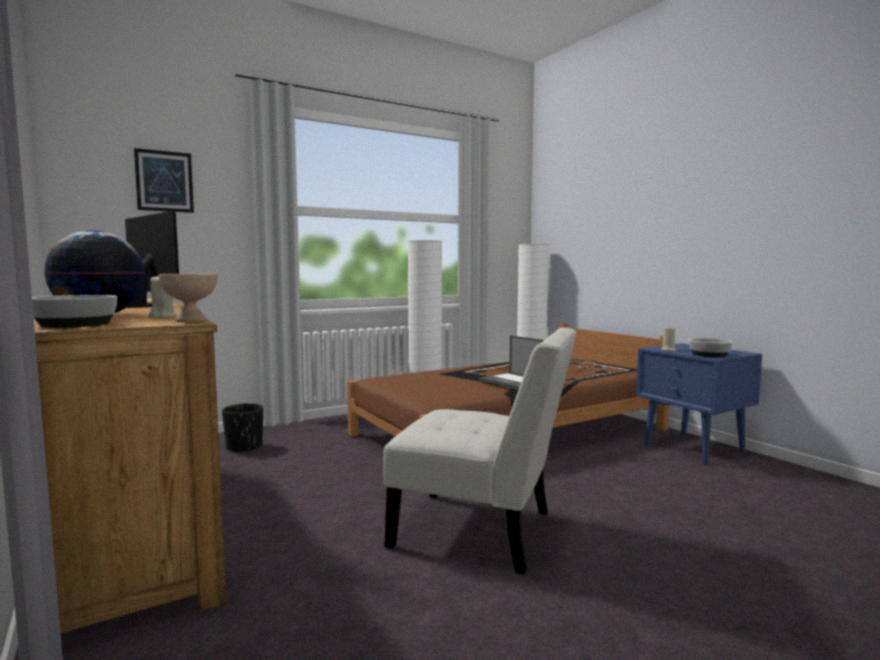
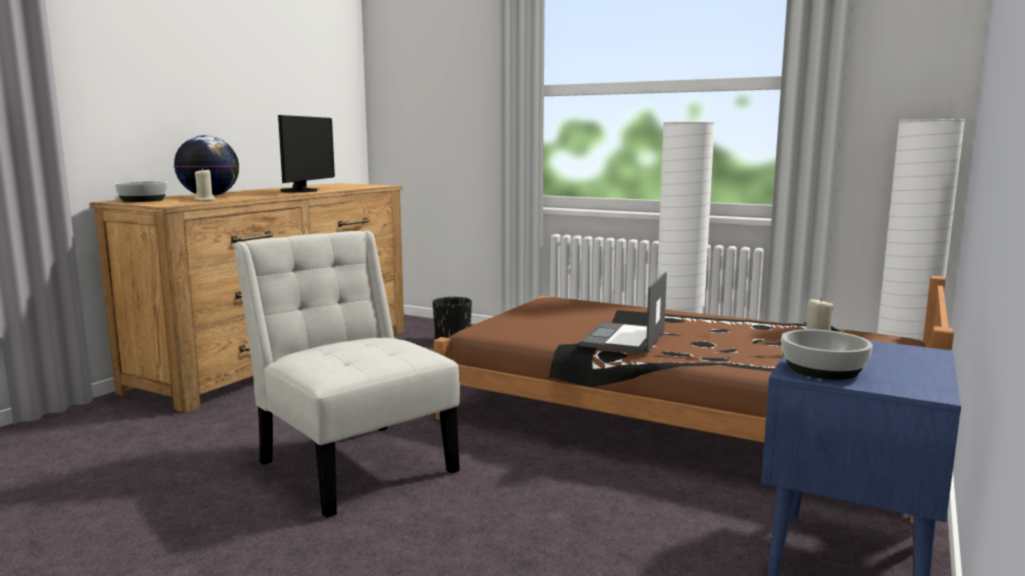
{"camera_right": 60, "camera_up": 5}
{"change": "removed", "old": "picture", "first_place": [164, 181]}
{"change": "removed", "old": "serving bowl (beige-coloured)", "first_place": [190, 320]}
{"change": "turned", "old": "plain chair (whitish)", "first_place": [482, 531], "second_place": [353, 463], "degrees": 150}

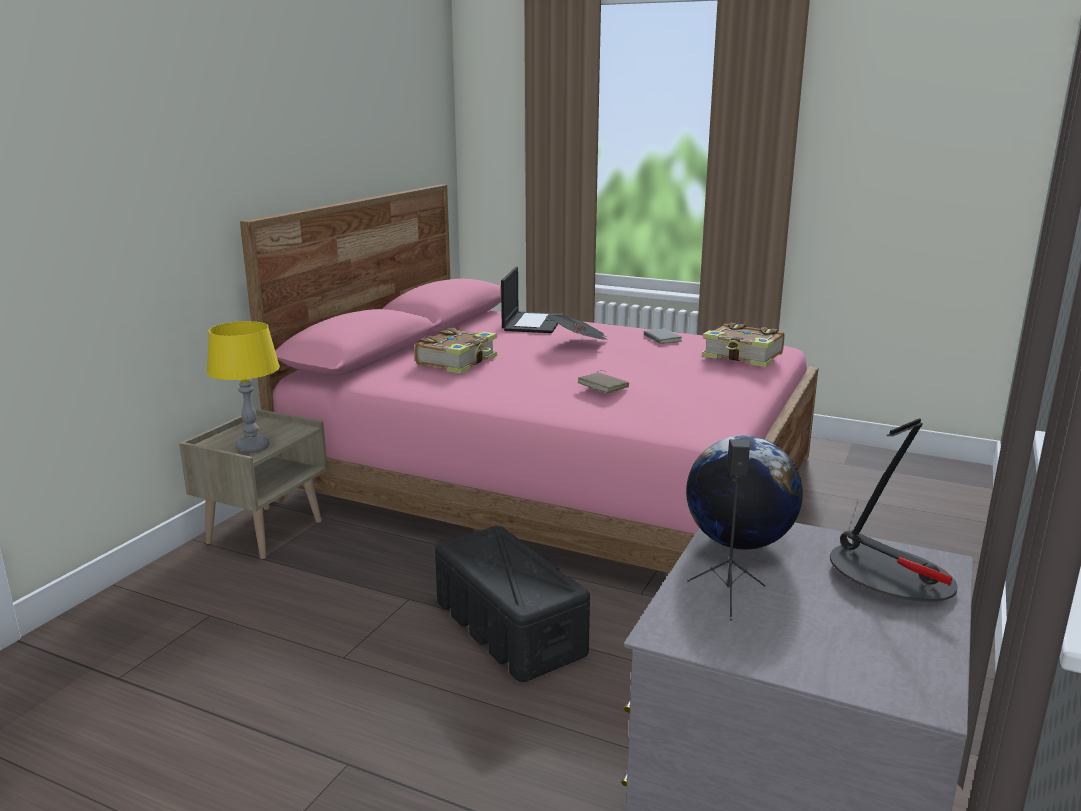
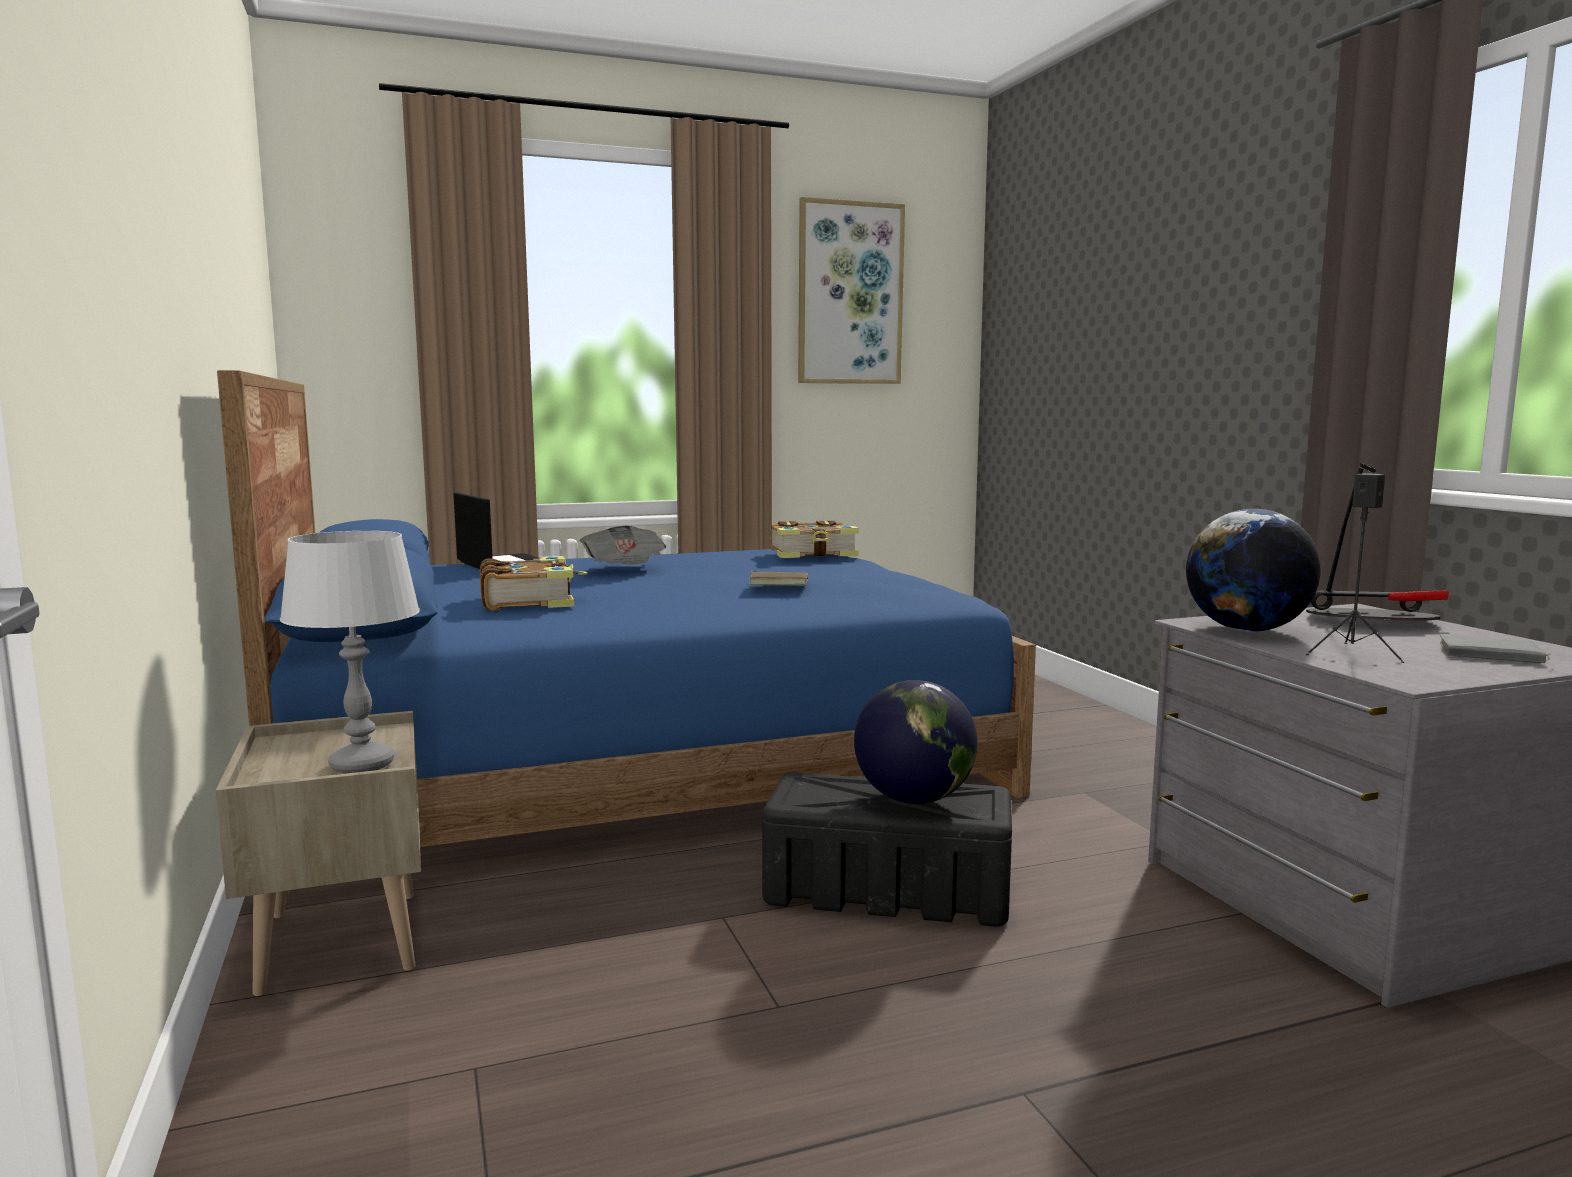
{"camera_right": -45, "camera_up": -10}
{"change": "added", "new": "picture", "second_place": [849, 294]}
{"change": "added", "new": "globe", "second_place": [914, 799]}
{"change": "moved", "old": "bound book (grey)", "first_place": [661, 339], "second_place": [1490, 655]}
{"change": "recoloured", "old": "lamp for a table (yellow-coloured)", "new": "lamp for a table (grey)", "first_place": [252, 447], "second_place": [361, 765]}
{"change": "recoloured", "old": "bedroom bed (pinkish)", "new": "bedroom bed (blue-coloured)", "first_place": [553, 477], "second_place": [633, 755]}

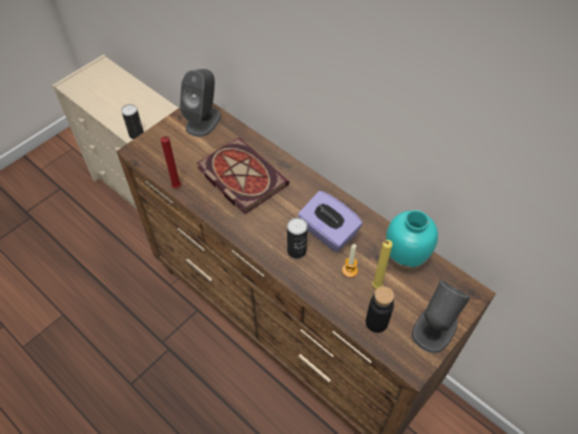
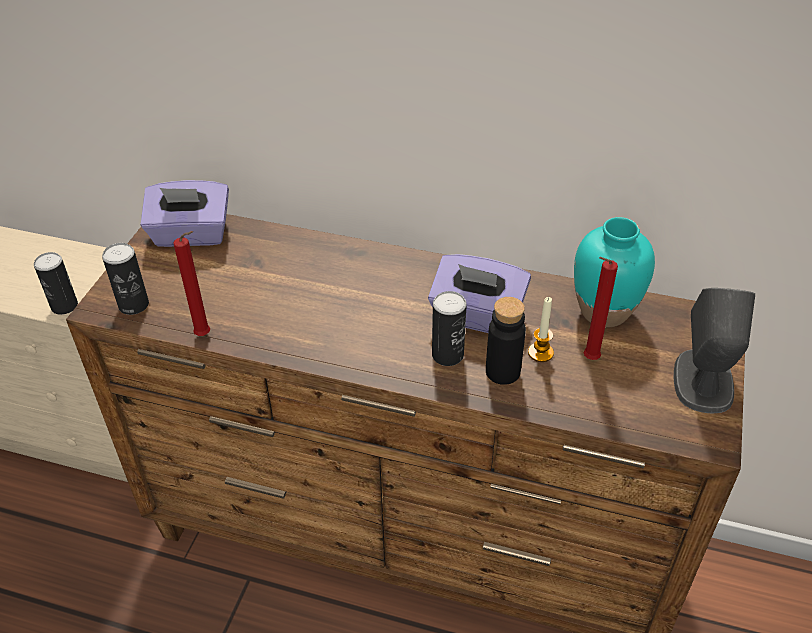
{"camera_right": -25, "camera_up": -10}
{"change": "removed", "old": "bound book", "first_place": [239, 176]}
{"change": "added", "new": "sealed can", "second_place": [133, 305]}
{"change": "moved", "old": "beverage bottle (black)", "first_place": [376, 322], "second_place": [502, 371]}
{"change": "replaced", "old": "audio speaker (grey)", "new": "tissue box (purple)", "first_place": [203, 121], "second_place": [191, 235]}
{"change": "recoloured", "old": "wax candle (yellow-coloured)", "new": "wax candle (red)", "first_place": [375, 286], "second_place": [588, 359]}

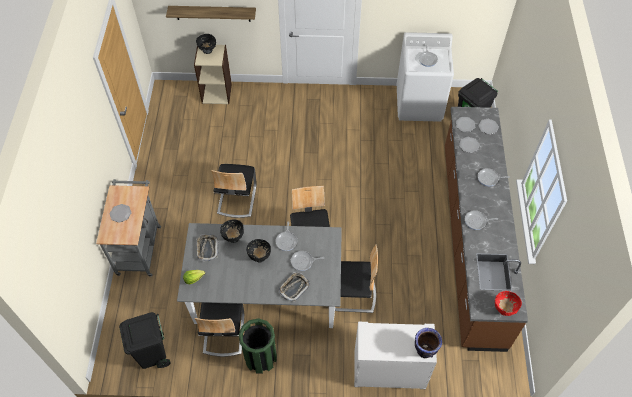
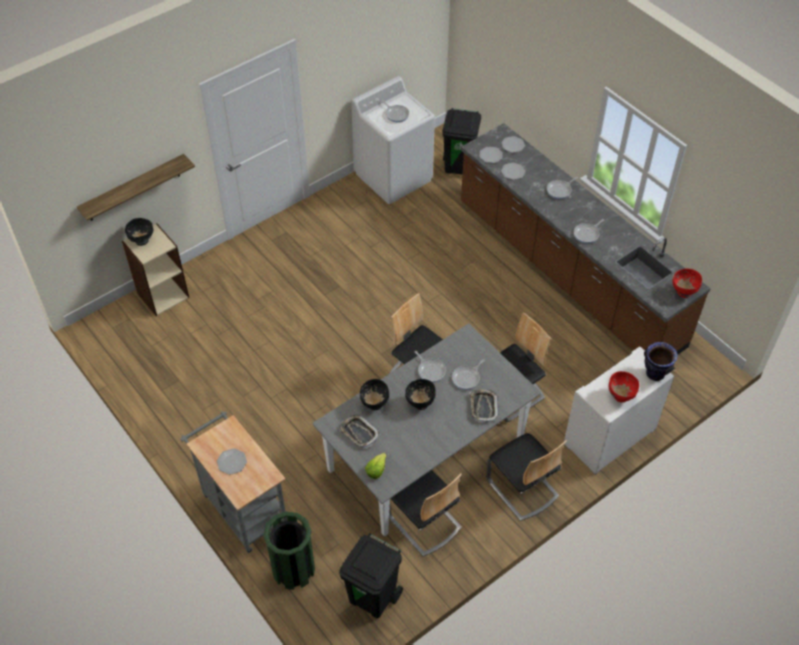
{"camera_right": -40, "camera_up": -5}
{"change": "added", "new": "serving bowl (red)", "second_place": [620, 396]}
{"change": "moved", "old": "plain chair", "first_place": [236, 199], "second_place": [522, 488]}
{"change": "moved", "old": "waste bin (greenish)", "first_place": [260, 358], "second_place": [293, 569]}

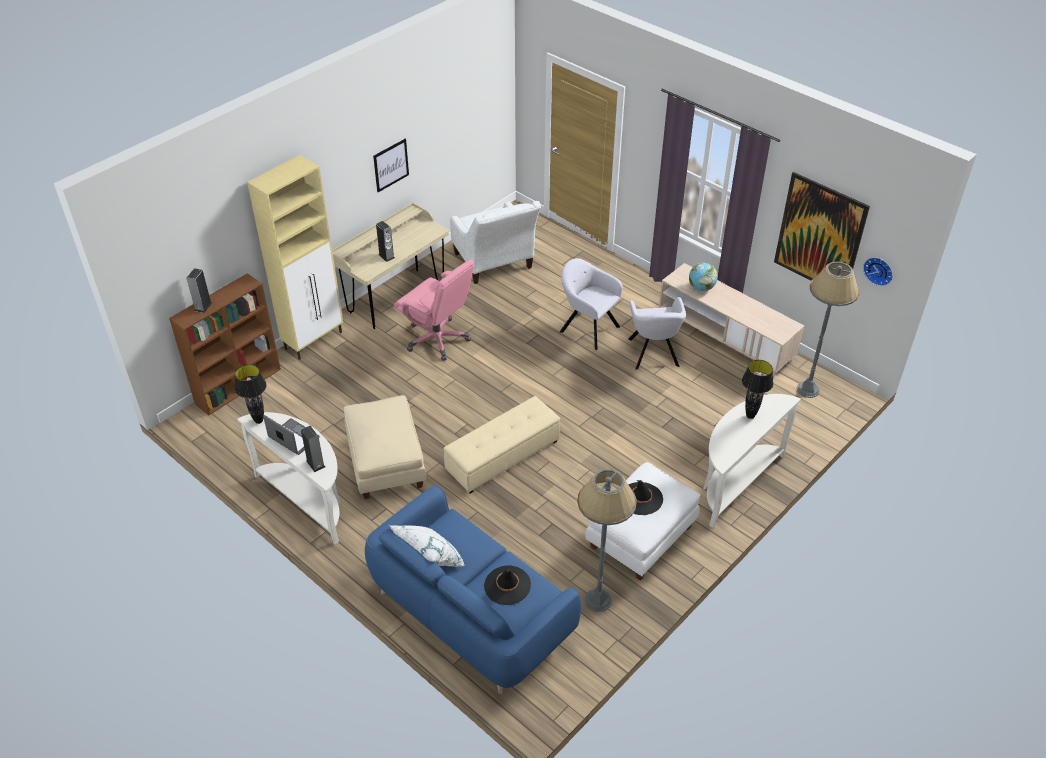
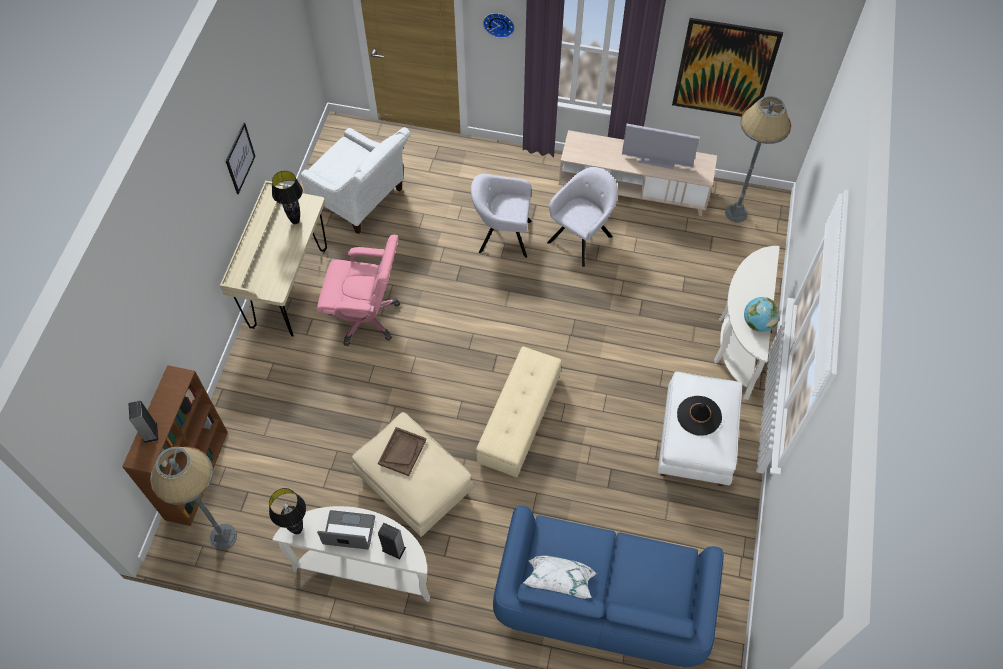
{"camera_right": -30, "camera_up": 15}
{"change": "removed", "old": "cupboard (beige-coloured)", "first_place": [314, 340]}
{"change": "removed", "old": "audio speaker", "first_place": [386, 256]}
{"change": "removed", "old": "clothing hat (black)", "first_place": [507, 585]}
{"change": "added", "new": "carrying tray (brown-coloured)", "second_place": [402, 452]}
{"change": "added", "new": "TV set", "second_place": [656, 161]}
{"change": "moved", "old": "standard lamp (grey)", "first_place": [598, 600], "second_place": [223, 536]}
{"change": "moved", "old": "globe", "first_place": [701, 288], "second_place": [757, 323]}
{"change": "moved", "old": "lamp for a table (black)", "first_place": [750, 416], "second_place": [295, 221]}
{"change": "moved", "old": "clock on the wall", "first_place": [879, 270], "second_place": [499, 23]}
{"change": "turned", "old": "armchair (grey)", "first_place": [653, 354], "second_place": [581, 237], "degrees": -105}

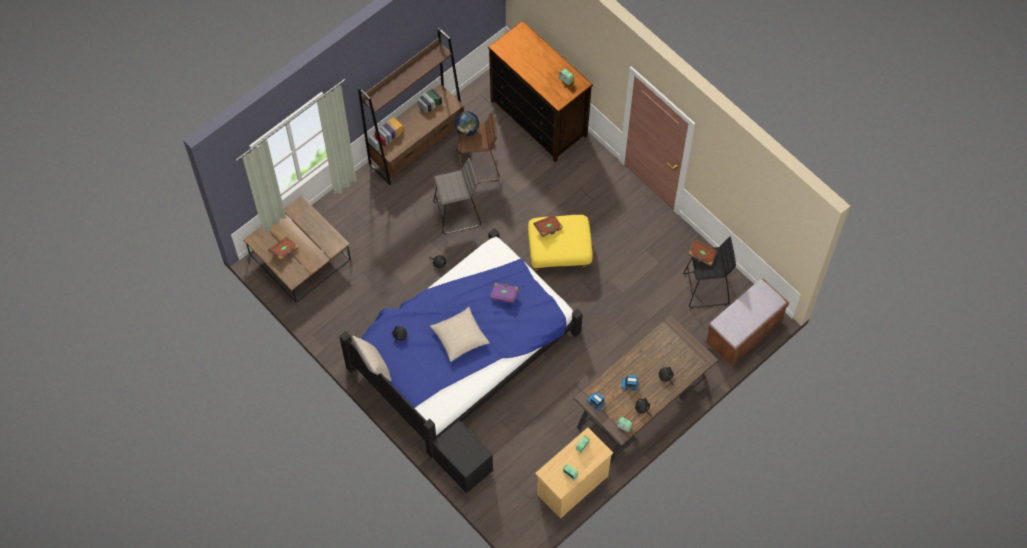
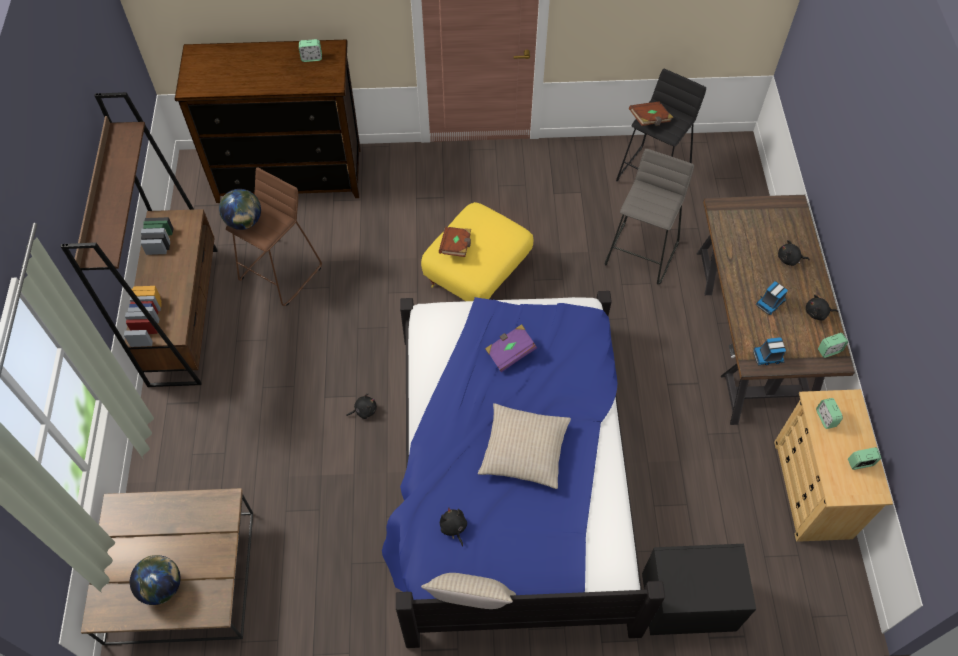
{"camera_right": -50, "camera_up": -5}
{"change": "removed", "old": "bench (brown-coloured)", "first_place": [743, 332]}
{"change": "moved", "old": "stool seat (grey)", "first_place": [457, 214], "second_place": [641, 254]}
{"change": "replaced", "old": "bound book (brown-coloured)", "new": "globe", "first_place": [284, 251], "second_place": [162, 587]}

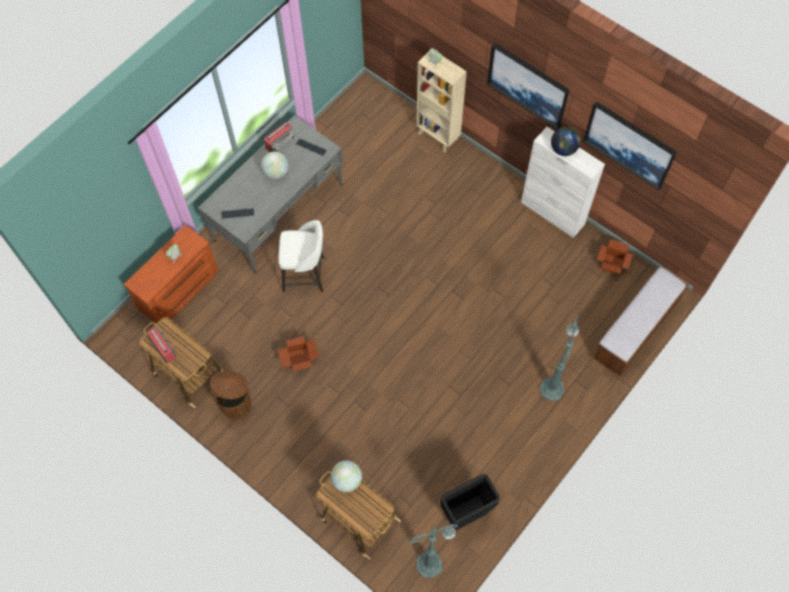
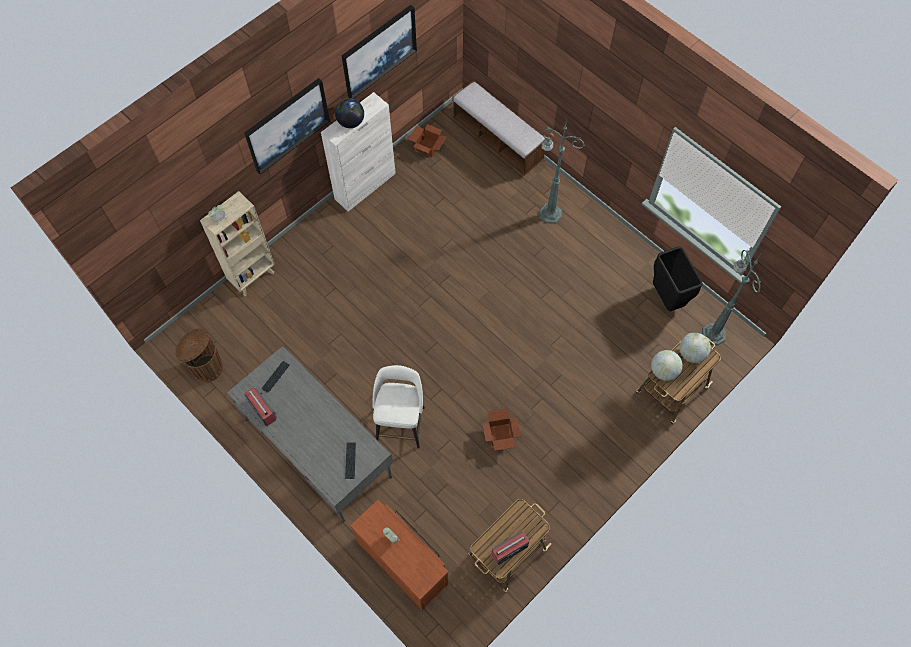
{"camera_right": -85, "camera_up": 0}
{"change": "moved", "old": "waste bin (brown-coloured)", "first_place": [237, 405], "second_place": [206, 367]}
{"change": "moved", "old": "globe", "first_place": [276, 172], "second_place": [691, 353]}

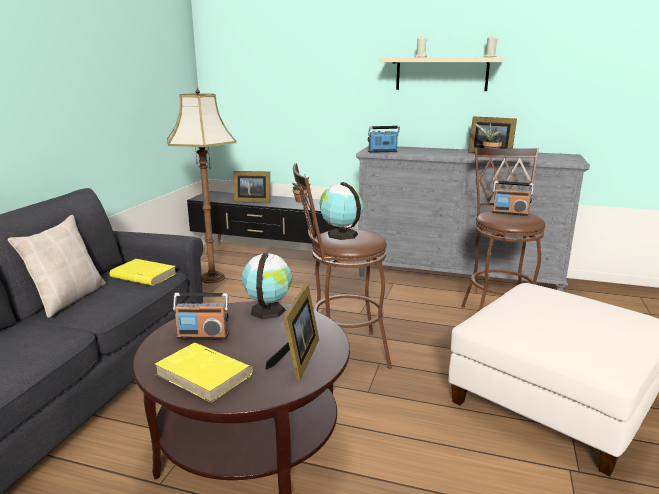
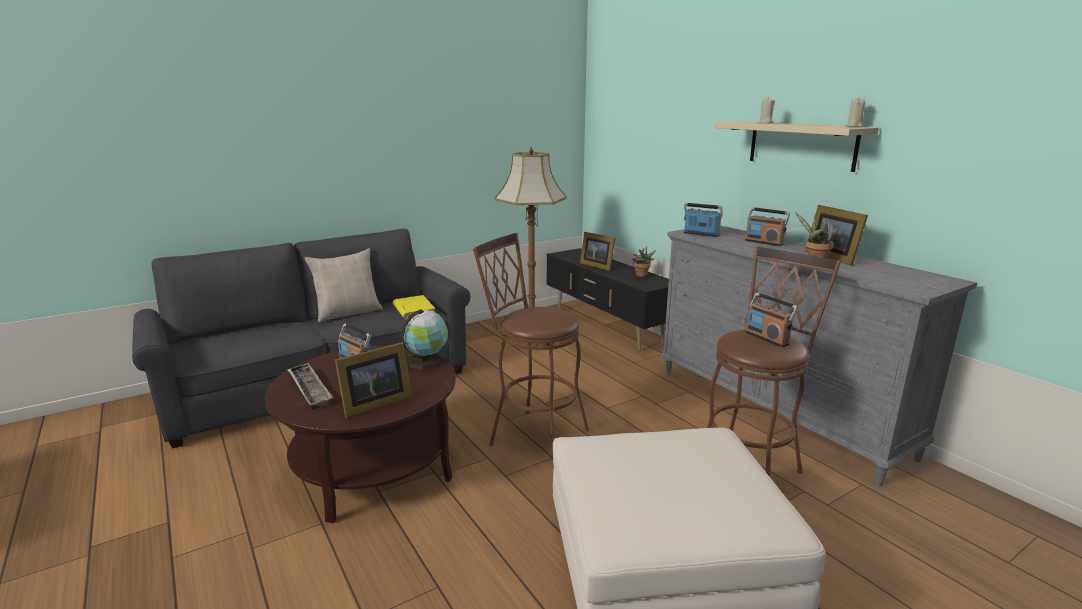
{"camera_right": 40, "camera_up": 0}
{"change": "removed", "old": "globe", "first_place": [340, 234]}
{"change": "added", "new": "radio receiver", "second_place": [764, 242]}
{"change": "replaced", "old": "bound book (yellow-coloured)", "new": "carrying tray", "first_place": [204, 375], "second_place": [310, 389]}

